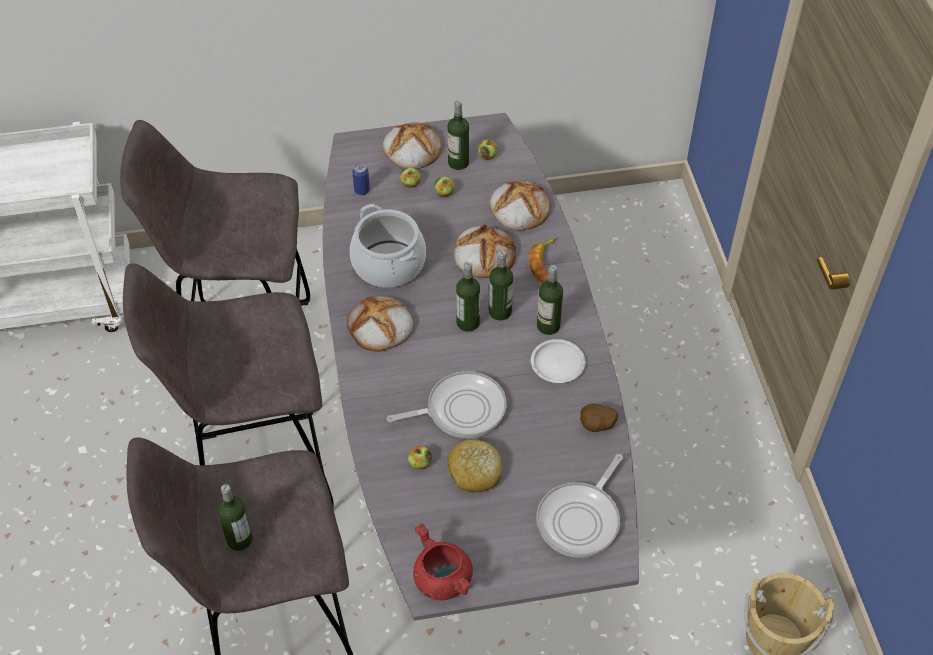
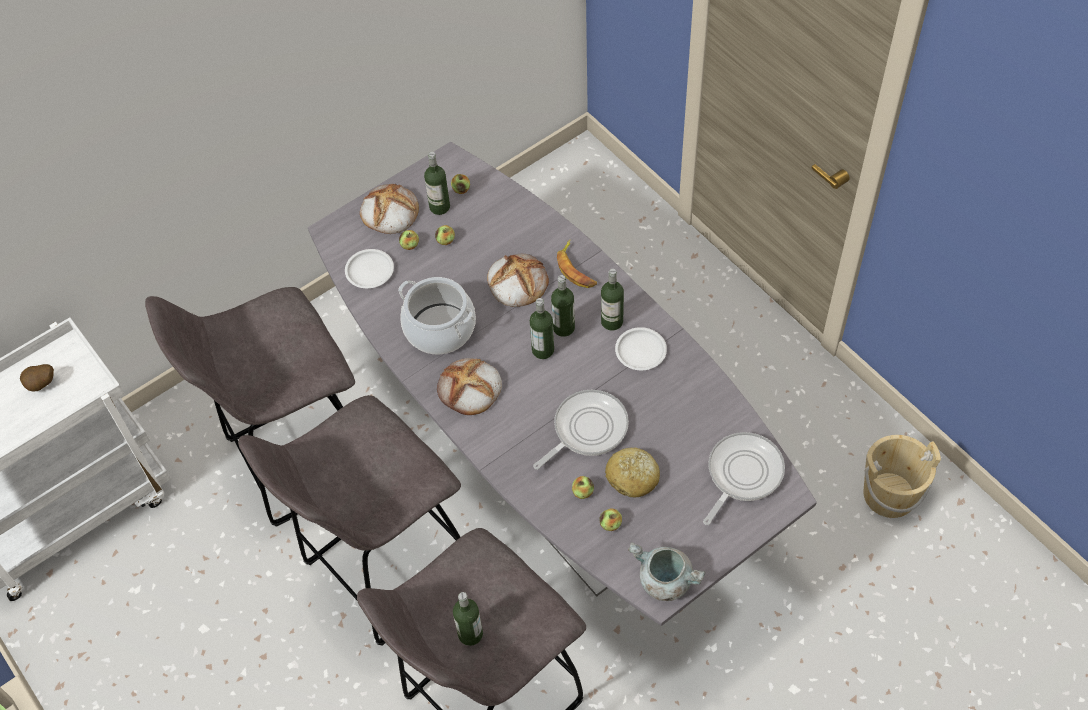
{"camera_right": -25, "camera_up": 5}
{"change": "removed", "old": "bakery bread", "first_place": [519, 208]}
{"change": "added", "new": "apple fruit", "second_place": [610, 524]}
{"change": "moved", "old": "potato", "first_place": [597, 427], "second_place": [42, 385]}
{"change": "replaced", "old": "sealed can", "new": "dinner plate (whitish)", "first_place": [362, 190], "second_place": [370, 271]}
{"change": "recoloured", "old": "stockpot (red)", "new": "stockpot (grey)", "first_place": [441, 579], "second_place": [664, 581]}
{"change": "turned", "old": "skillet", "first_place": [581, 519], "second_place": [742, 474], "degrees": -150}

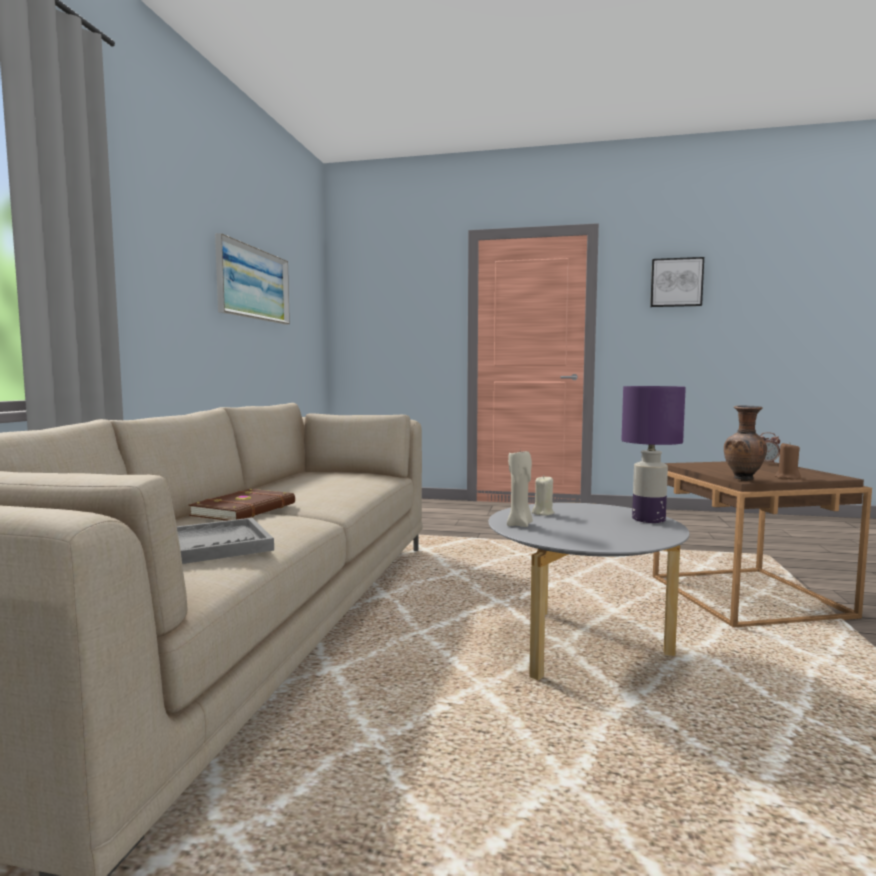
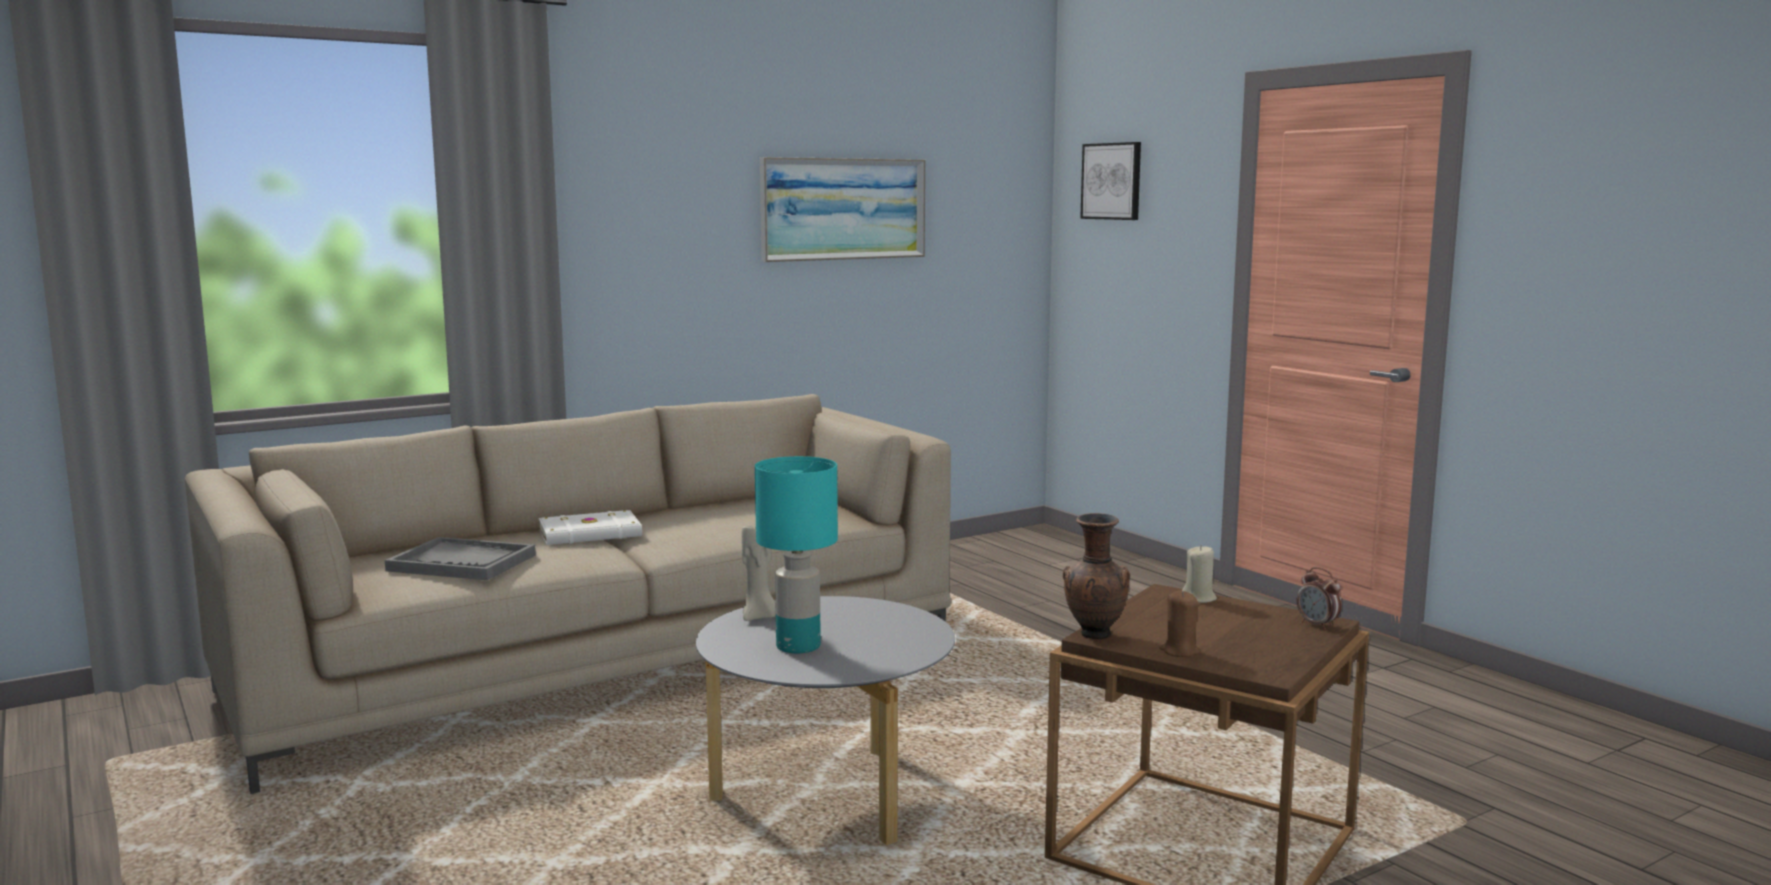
{"camera_right": 45, "camera_up": 5}
{"change": "removed", "old": "lamp for a table (purple)", "first_place": [648, 520]}
{"change": "added", "new": "lamp for a table (blue-green)", "second_place": [798, 647]}
{"change": "moved", "old": "wax candle (beige-coloured)", "first_place": [543, 513], "second_place": [1199, 598]}
{"change": "moved", "old": "picture", "first_place": [676, 282], "second_place": [1112, 181]}
{"change": "recoloured", "old": "bound book (brown-coloured)", "new": "bound book (whitish)", "first_place": [246, 510], "second_place": [591, 534]}

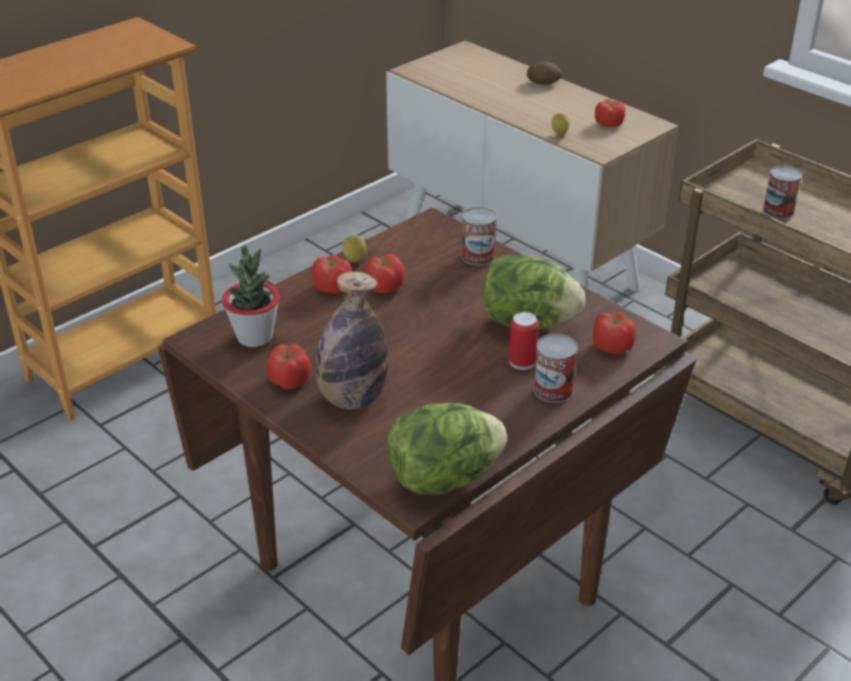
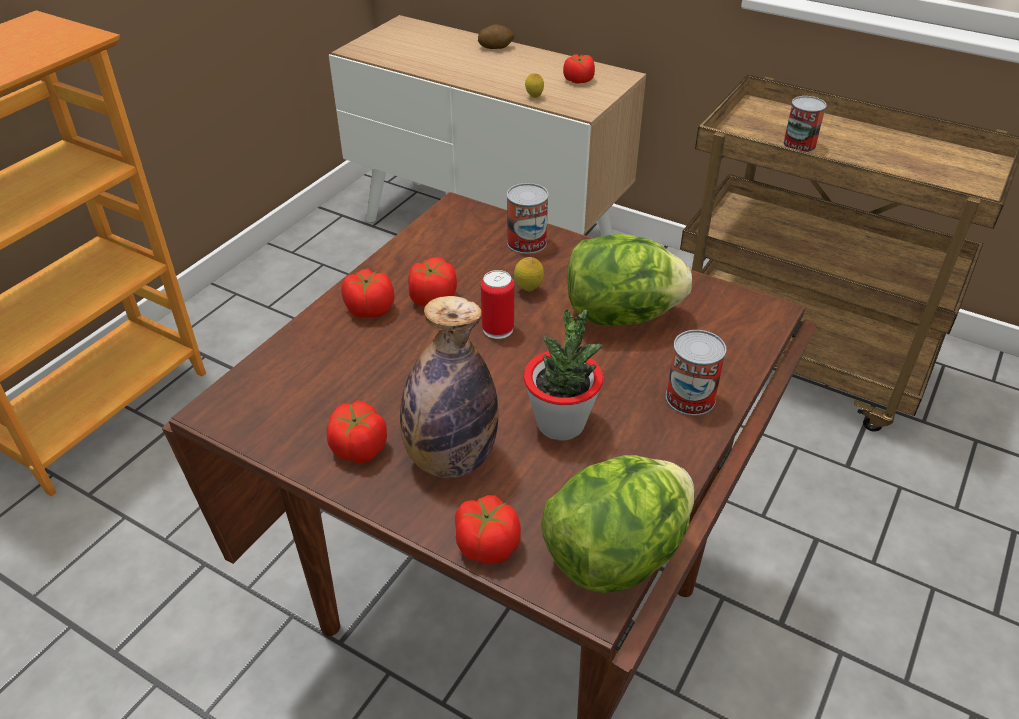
{"camera_right": -15, "camera_up": 5}
{"change": "moved", "old": "plant in a pot", "first_place": [255, 337], "second_place": [561, 424]}
{"change": "moved", "old": "whole lemon", "first_place": [355, 262], "second_place": [528, 290]}
{"change": "moved", "old": "sealed can", "first_place": [522, 362], "second_place": [498, 329]}
{"change": "moved", "old": "whole tomato", "first_place": [612, 346], "second_place": [487, 545]}

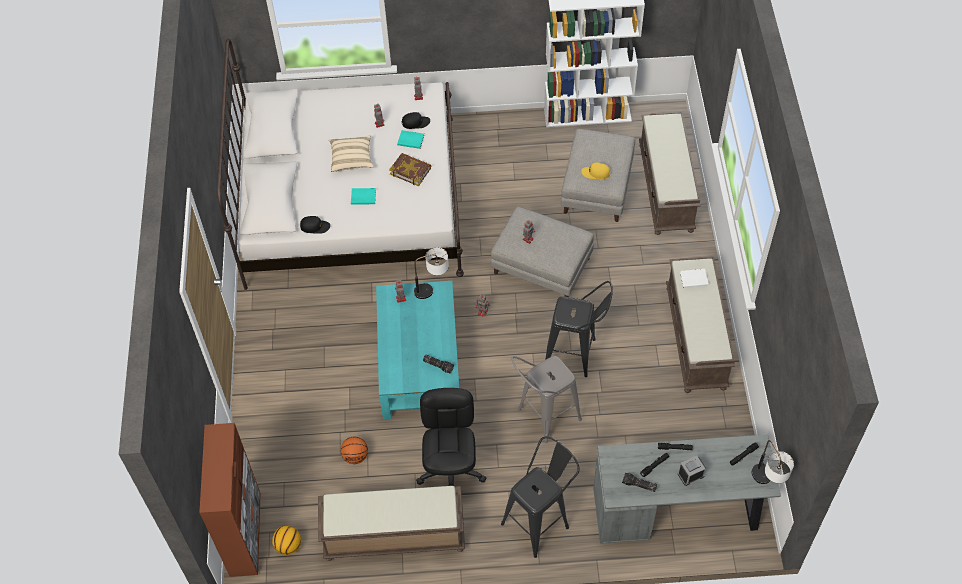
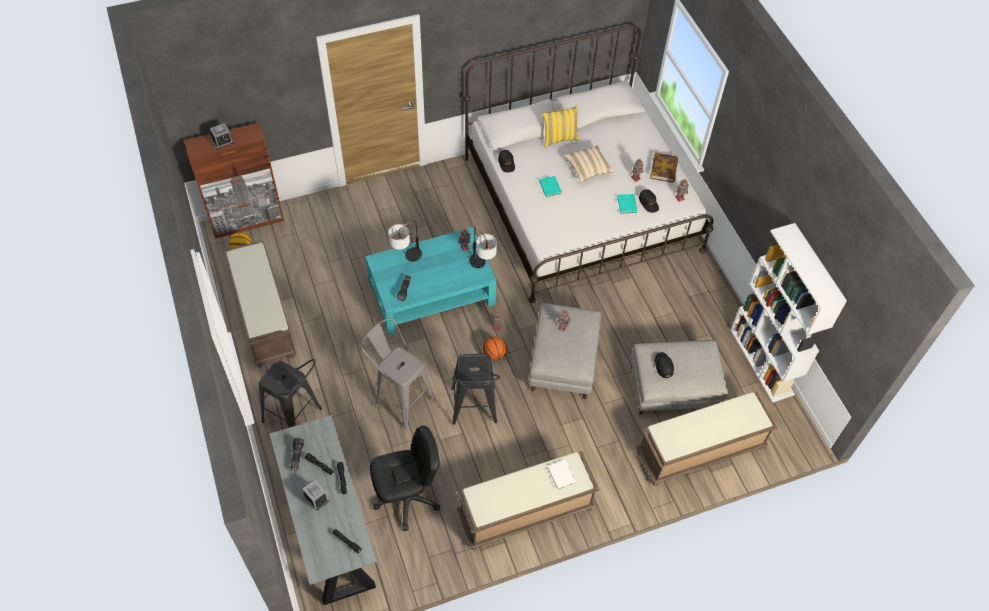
{"camera_right": 70, "camera_up": 0}
{"change": "added", "new": "table clock", "second_place": [223, 141]}
{"change": "added", "new": "throw pillow (yellow-coloured)", "second_place": [559, 138]}
{"change": "moved", "old": "basketball ball", "first_place": [355, 456], "second_place": [494, 355]}
{"change": "moved", "old": "bound book", "first_place": [410, 171], "second_place": [663, 169]}
{"change": "moved", "old": "computer chair (black)", "first_place": [451, 471], "second_place": [407, 499]}
{"change": "moved", "old": "lamp for a table", "first_place": [766, 483], "second_place": [406, 258]}
{"change": "recoloured", "old": "baseball cap (yellow-coloured)", "new": "baseball cap (black)", "first_place": [595, 173], "second_place": [663, 366]}

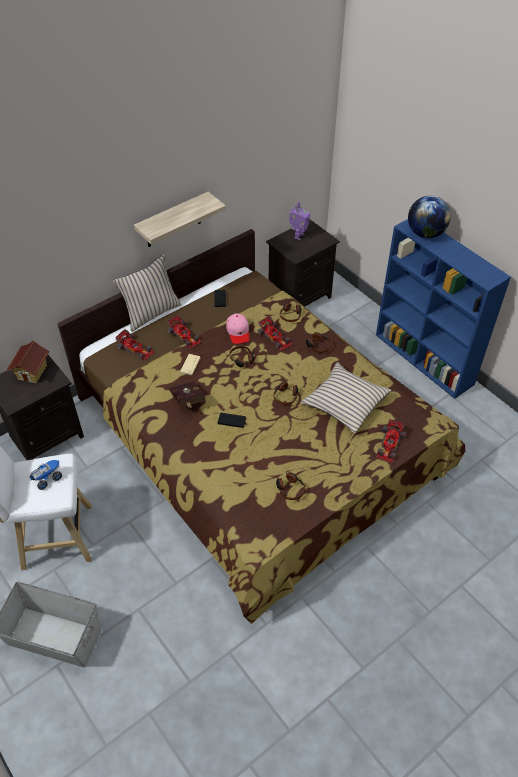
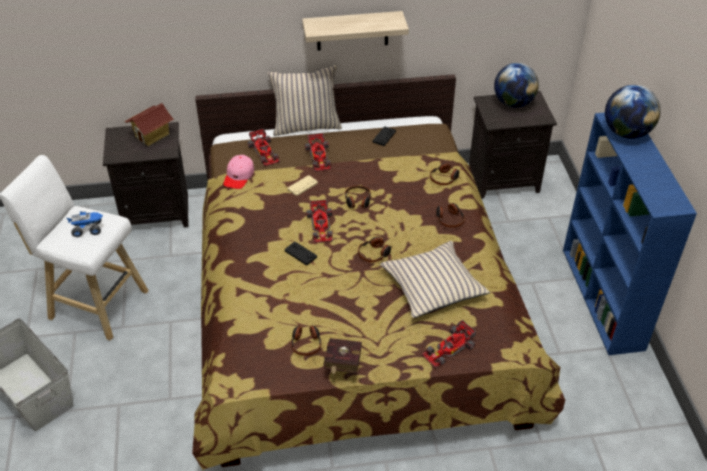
{"camera_right": 30, "camera_up": -5}
{"change": "moved", "old": "bound book (red)", "first_place": [188, 402], "second_place": [342, 365]}
{"change": "moved", "old": "baseball cap (pinkish)", "first_place": [238, 332], "second_place": [239, 176]}
{"change": "moved", "old": "miniature car", "first_place": [275, 337], "second_place": [321, 226]}
{"change": "replaced", "old": "robot figure", "new": "globe", "first_place": [298, 236], "second_place": [513, 103]}

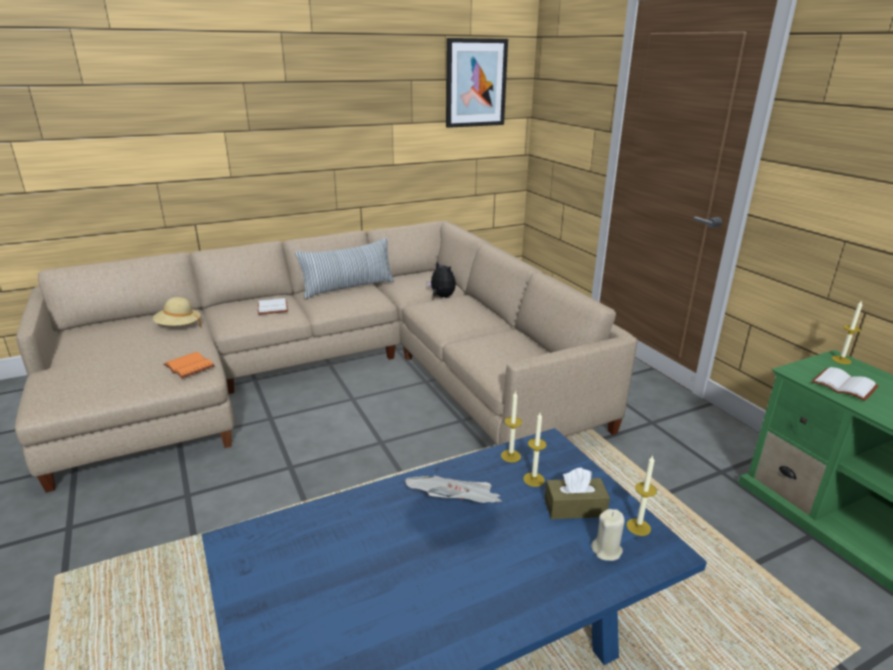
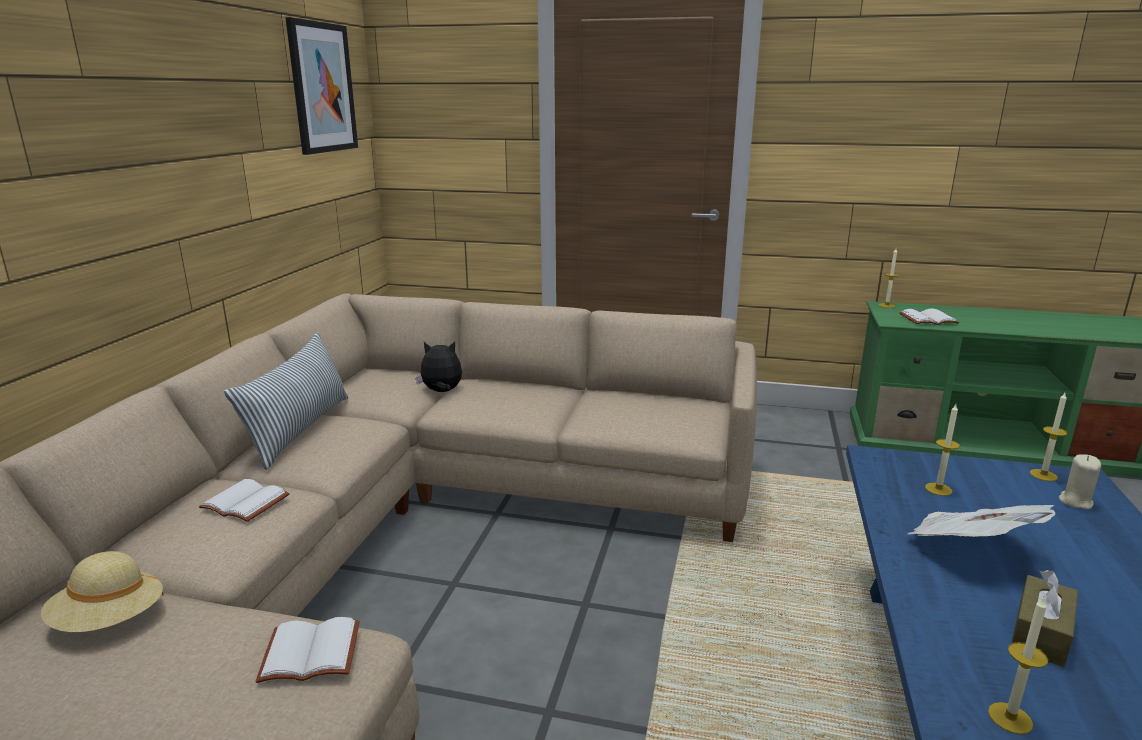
{"camera_right": -50, "camera_up": -5}
{"change": "moved", "old": "wax candle", "first_place": [511, 456], "second_place": [1010, 718]}
{"change": "moved", "old": "tissue box (brown-coloured)", "first_place": [575, 507], "second_place": [1040, 633]}
{"change": "recoloured", "old": "bound book (orange-coloured)", "new": "bound book (whitish)", "first_place": [188, 366], "second_place": [308, 655]}

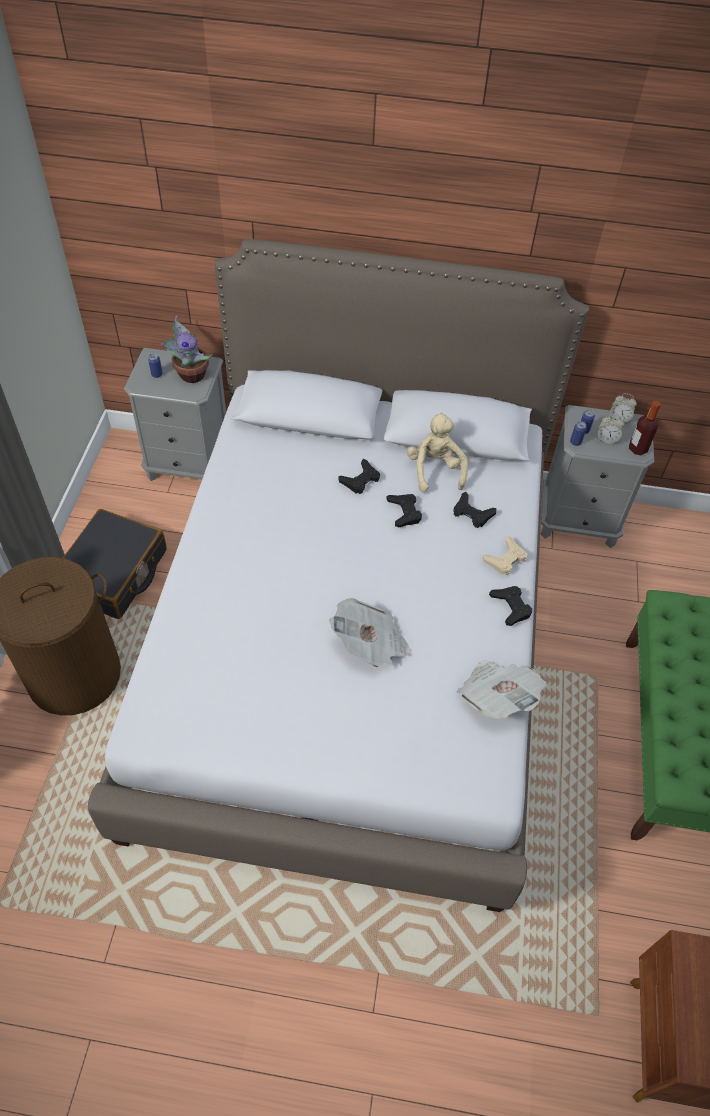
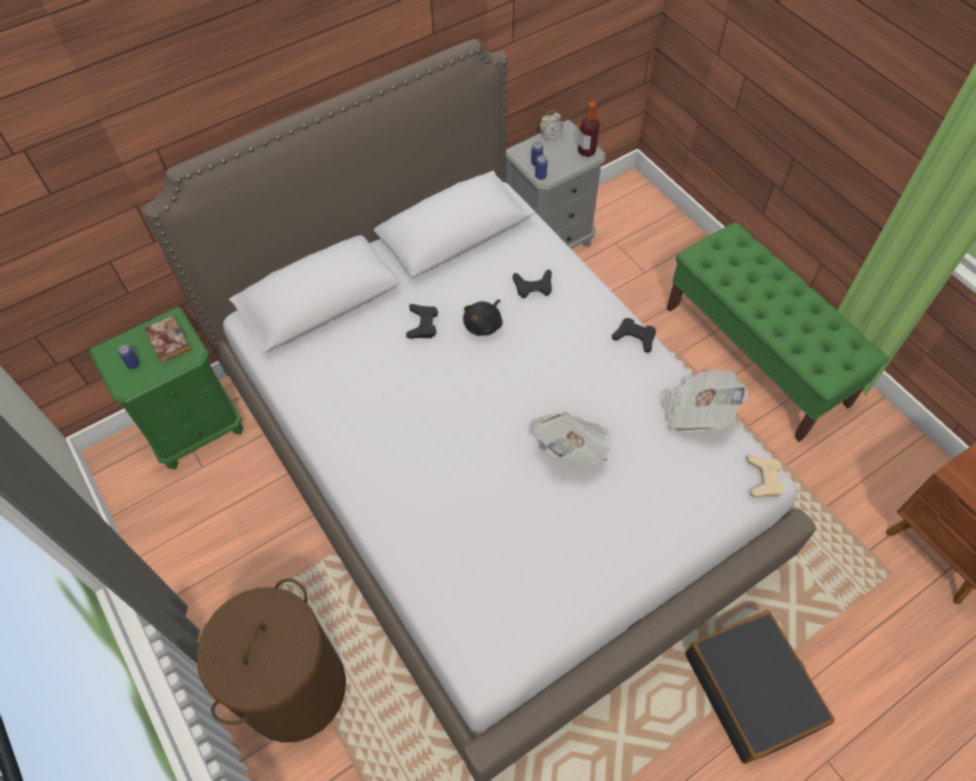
{"camera_right": -40, "camera_up": 5}
{"change": "removed", "old": "plush toy (beige-coloured)", "first_place": [435, 470]}
{"change": "removed", "old": "table clock", "first_place": [606, 439]}
{"change": "moved", "old": "suitcase (black)", "first_place": [113, 573], "second_place": [751, 690]}
{"change": "moved", "old": "gamepad (beige-coloured)", "first_place": [505, 559], "second_place": [763, 479]}
{"change": "replaced", "old": "plant in a pot", "new": "bound book", "first_place": [190, 374], "second_place": [167, 341]}
{"change": "replaced", "old": "gamepad (black)", "new": "plush toy (black)", "first_place": [404, 512], "second_place": [484, 324]}
{"change": "recoloured", "old": "night table (grey)", "new": "night table (greenish)", "first_place": [189, 465], "second_place": [195, 428]}

